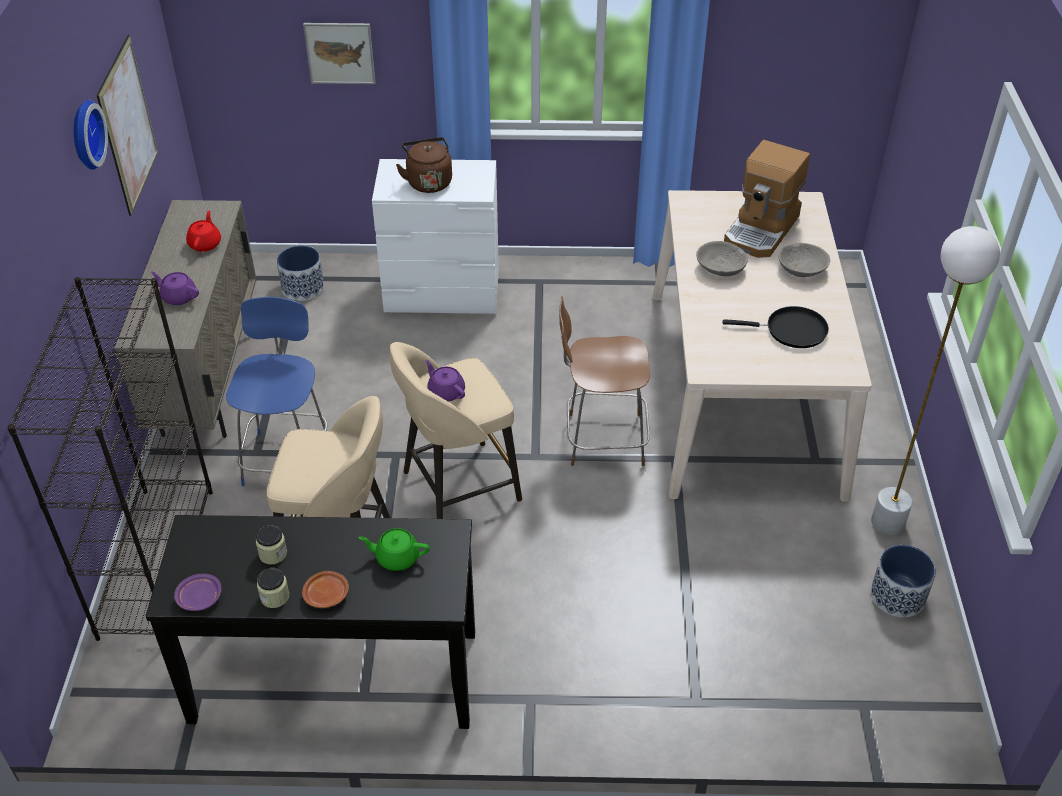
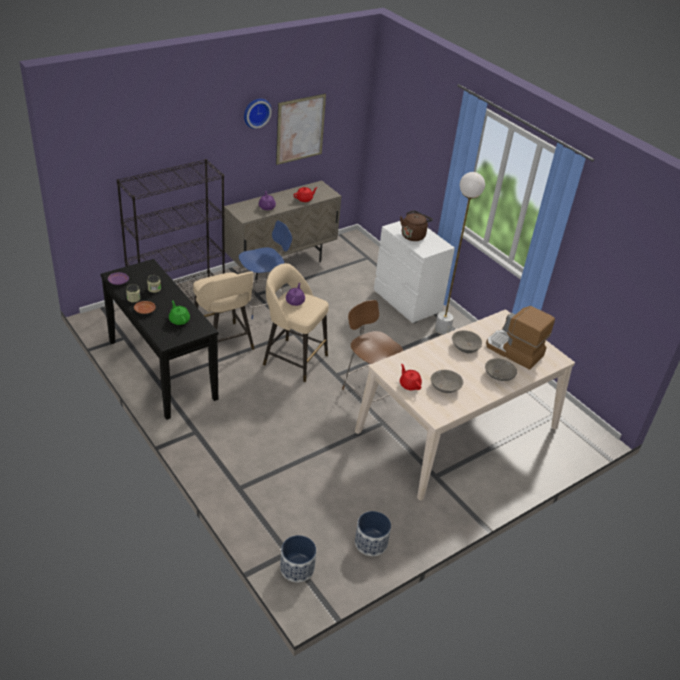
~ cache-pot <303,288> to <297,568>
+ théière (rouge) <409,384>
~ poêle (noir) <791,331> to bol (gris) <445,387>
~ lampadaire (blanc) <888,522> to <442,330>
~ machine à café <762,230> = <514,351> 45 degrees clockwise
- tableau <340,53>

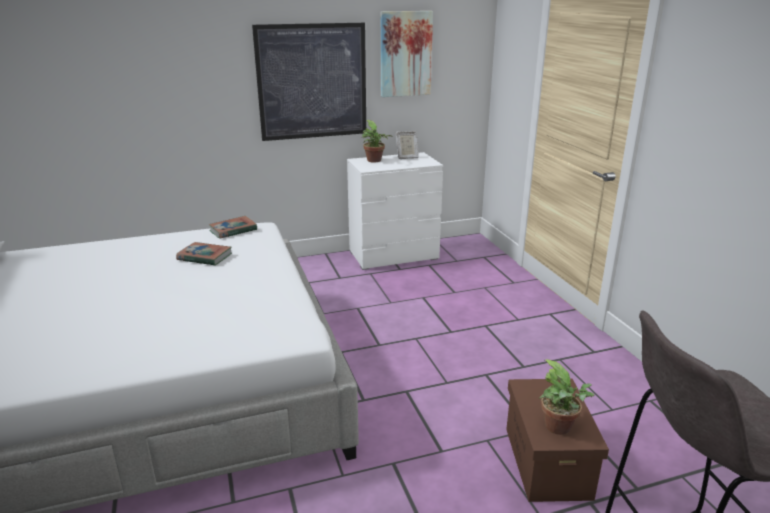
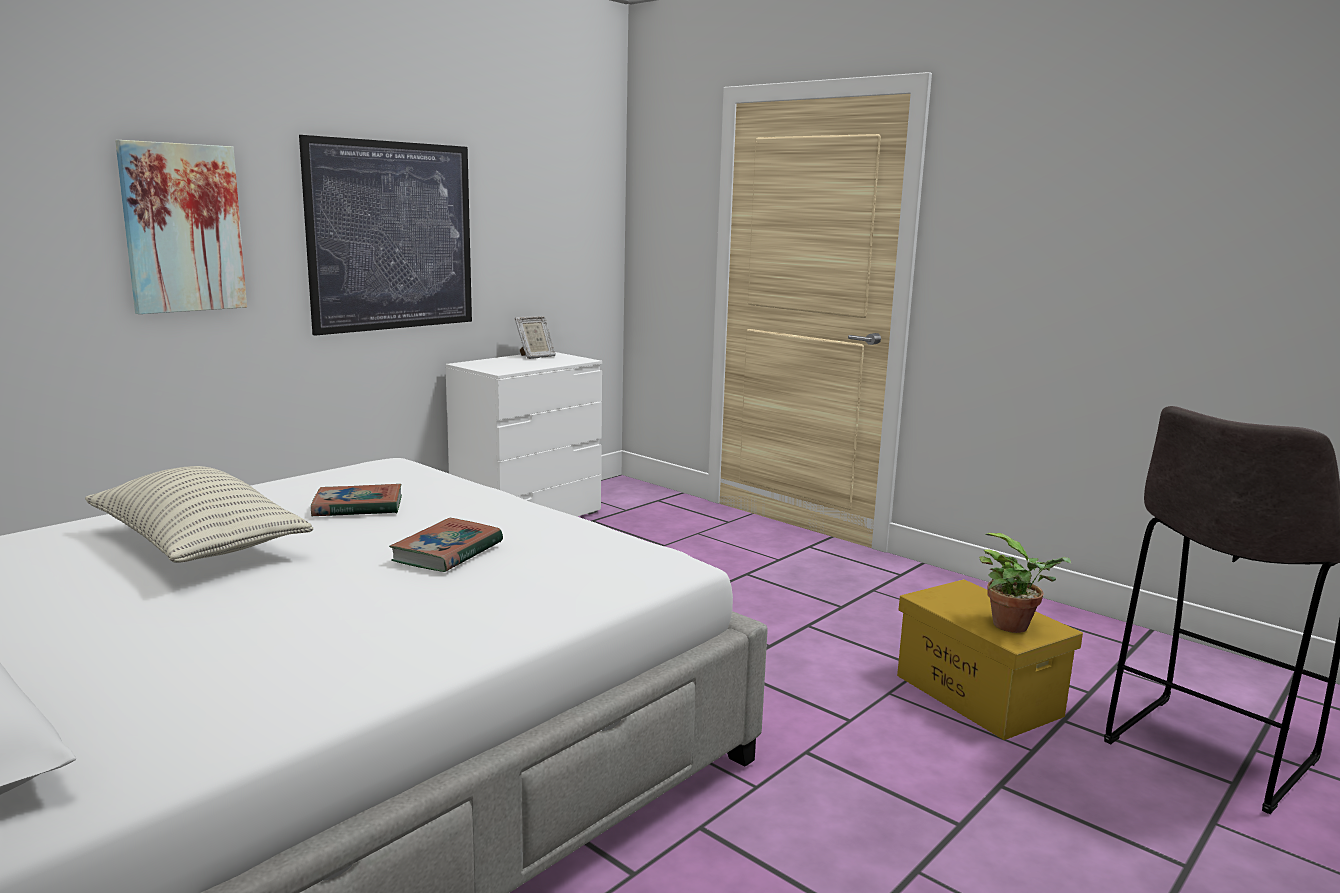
+ coussin <198,546>
~ tableau <405,54> to <183,228>
~ livre <233,230> to <448,552>
~ boîte de rangement (marron) <548,463> to boîte de rangement (jaune) <979,695>
- plante en pot <375,161>

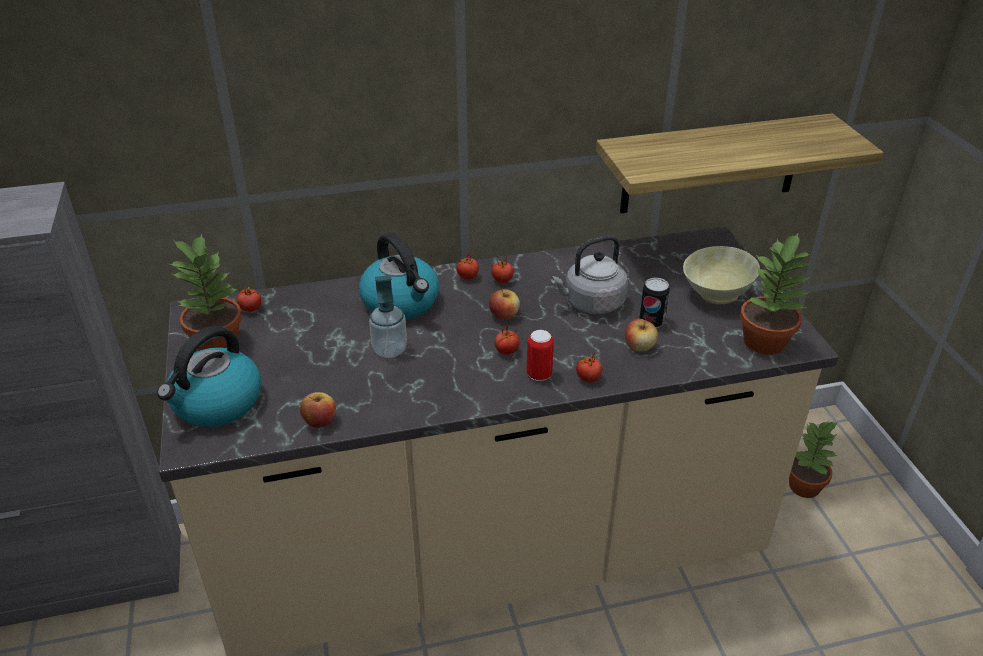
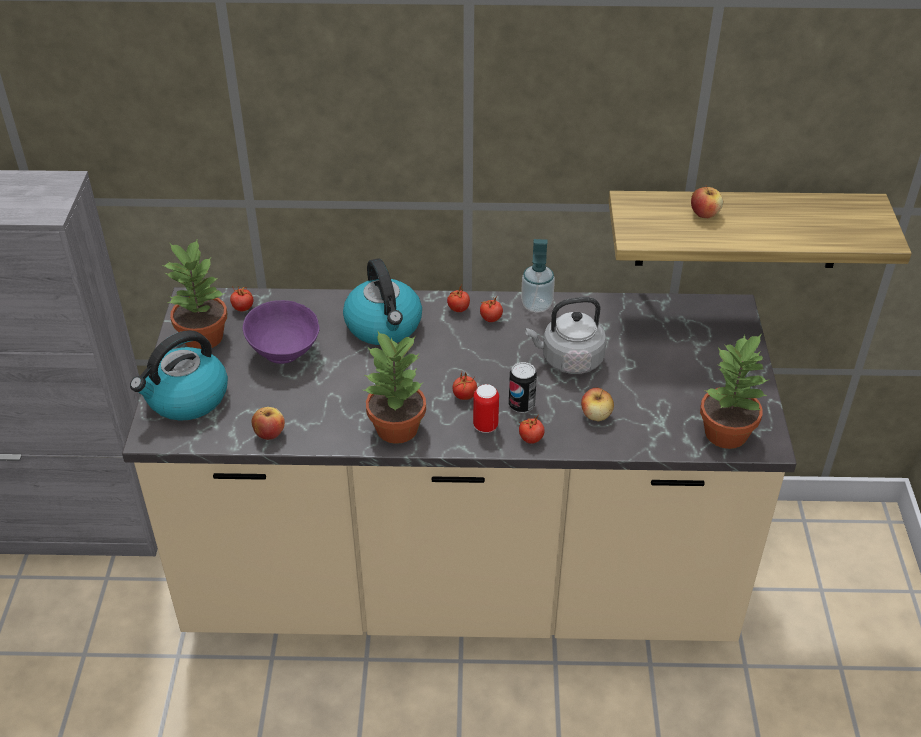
+ bol (violet) <283,353>
~ plante en pot <805,487> to <397,429>
~ boîte métallique <651,322> to <521,405>
~ distributeur de savon <390,350> to <536,305>
~ pomme <504,315> to <704,214>
- bol (beige) <715,294>

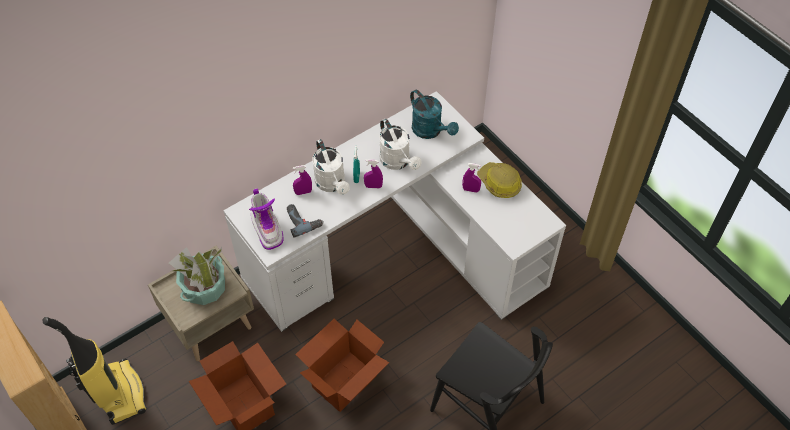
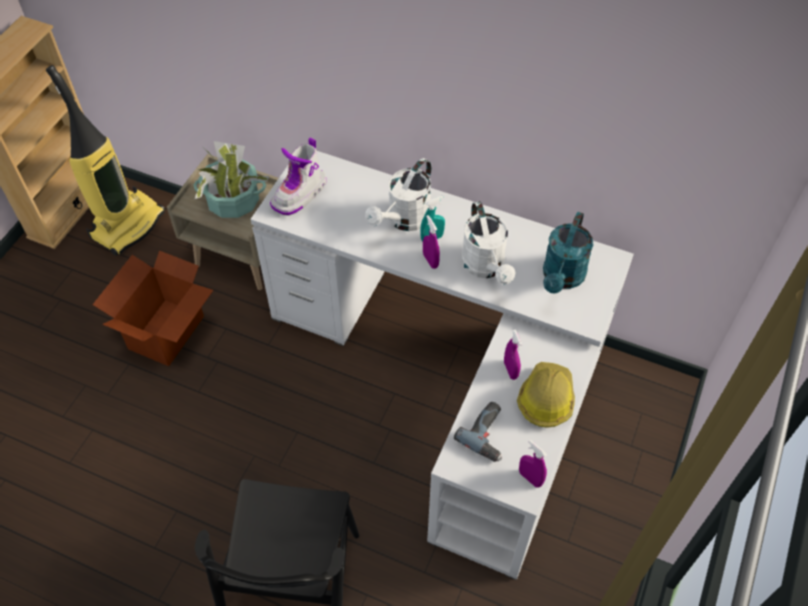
~ perceuse <303,220> to <489,434>
~ arrosoir (blanc) <398,162> = <486,267> 45 degrees counterclockwise
~ vaporisateur (violet) <303,192> to <530,478>
- carton <344,381>

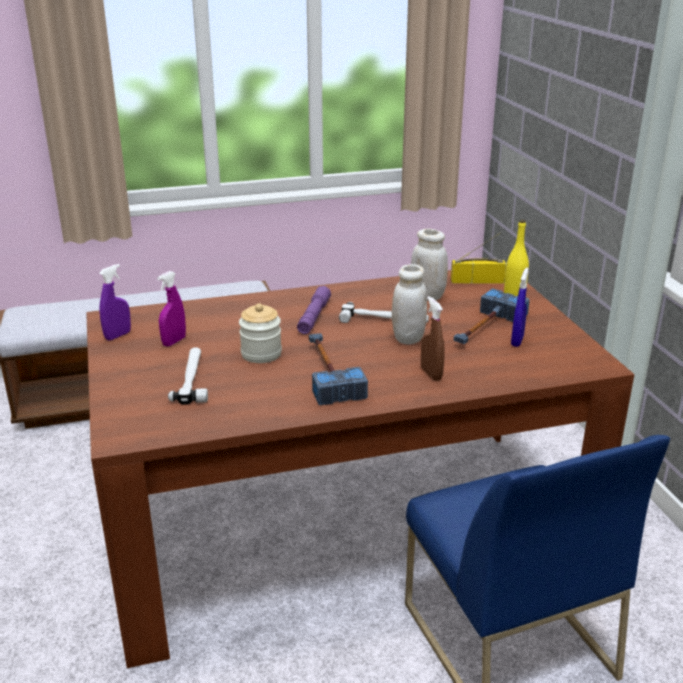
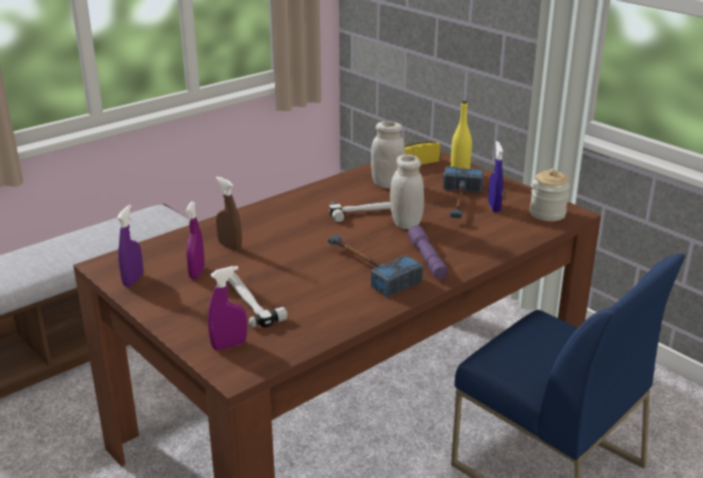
+ vaporisateur (violet) <229,345>
~ vaporisateur (marron) <431,374> to <230,246>
~ lampe de poche (violet) <314,317> to <427,259>
~ bocal <261,354> to <547,214>

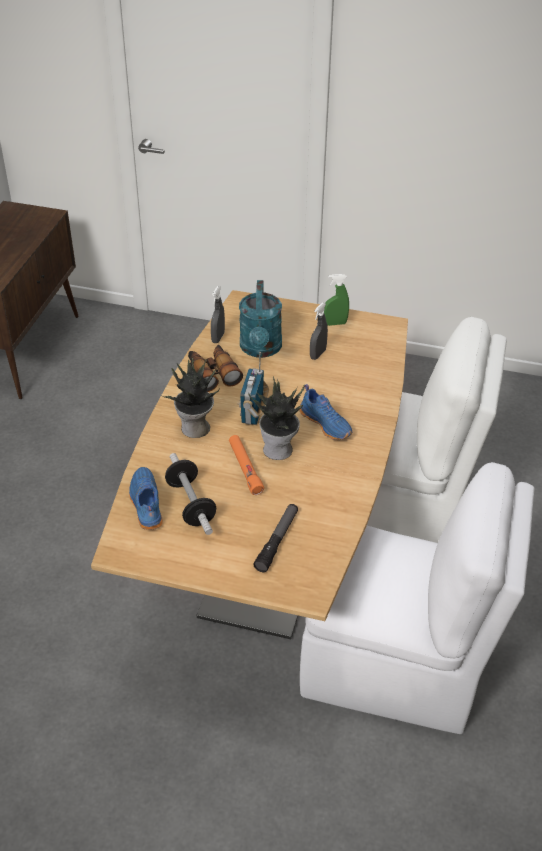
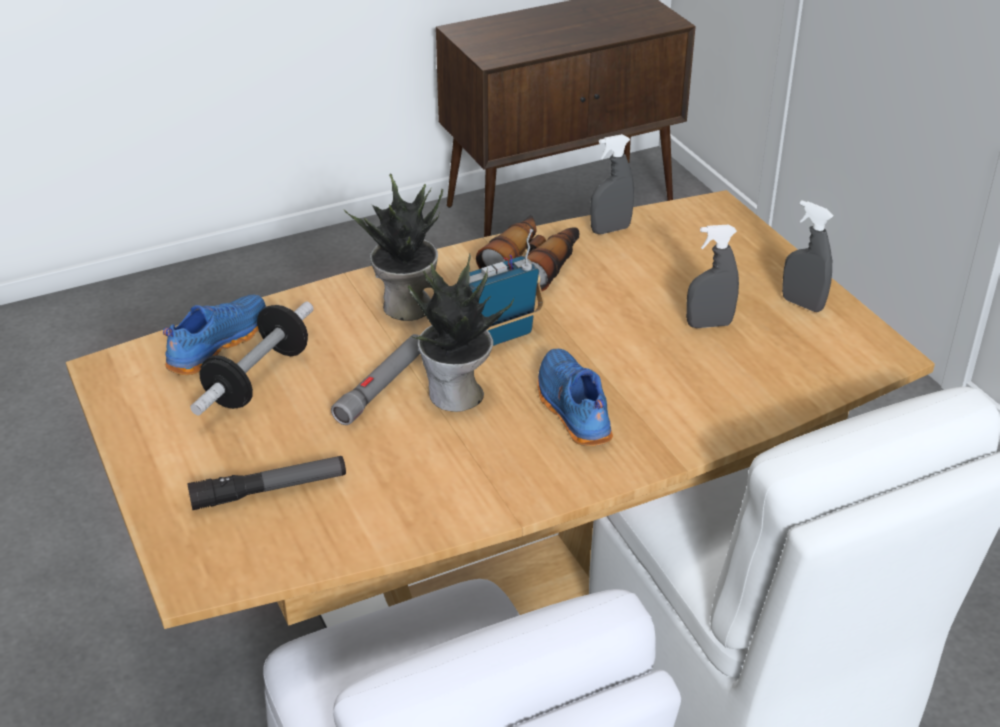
~ lampe de poche (orange) <245,468> to lampe de poche (gris) <382,386>
~ chaussure (bleu) <326,423> = <571,409> 150 degrees clockwise
~ vaporisateur (vert) <335,323> to vaporisateur (gris) <802,304>
- arrosoir (turquoise) <261,349>

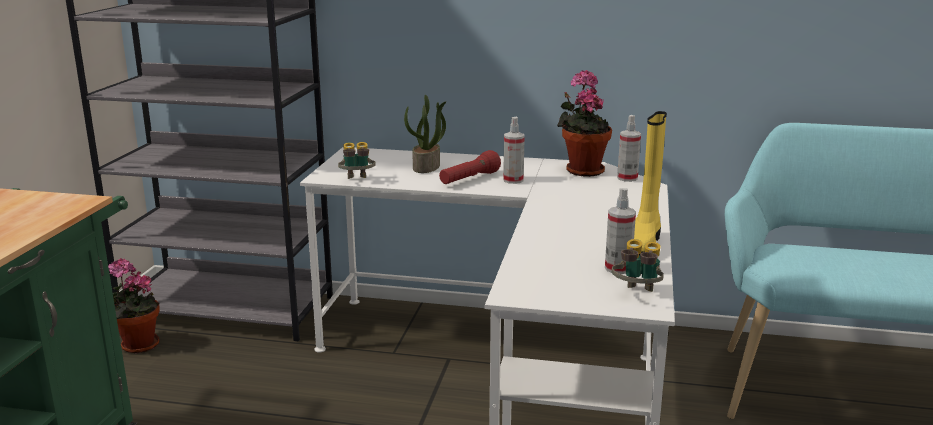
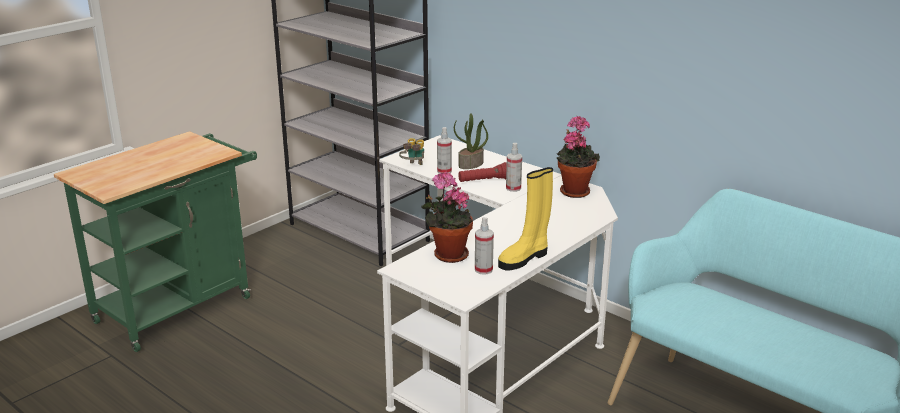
~ plante en pot <136,346> to <447,255>
~ vaporisateur <627,178> to <444,171>
- jumelles <637,294>

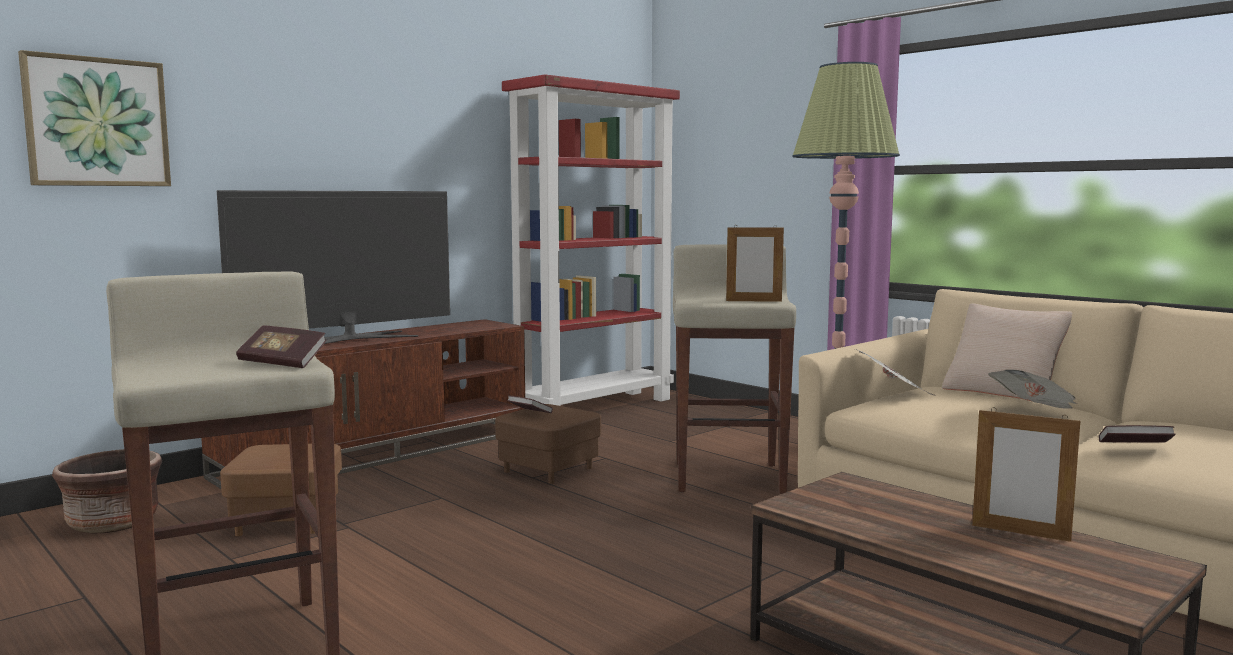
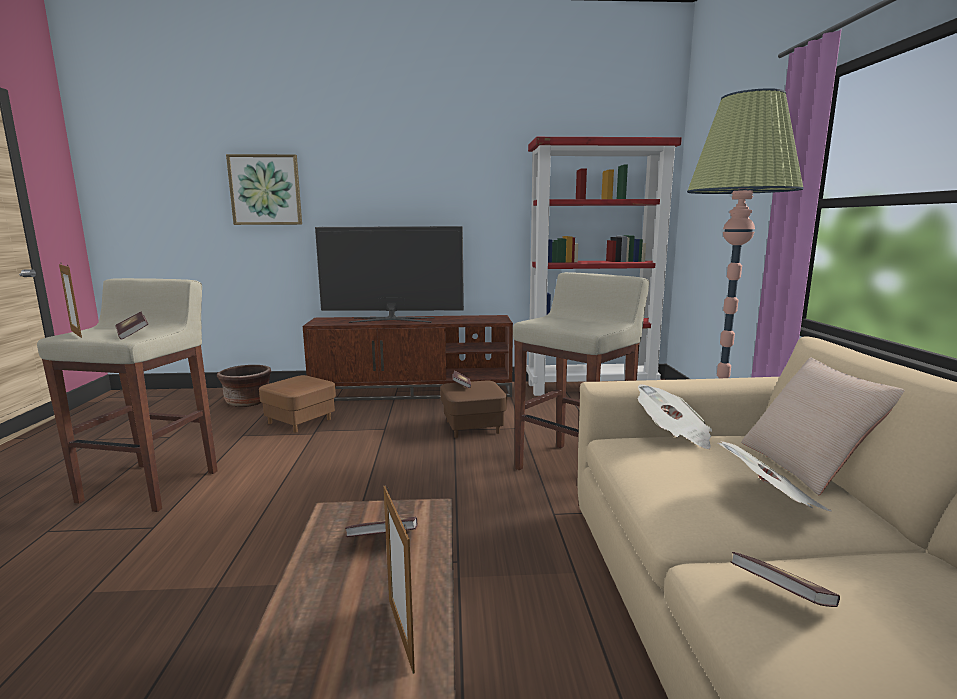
~ cadre photo <753,301> to <76,334>
+ livre <383,540>

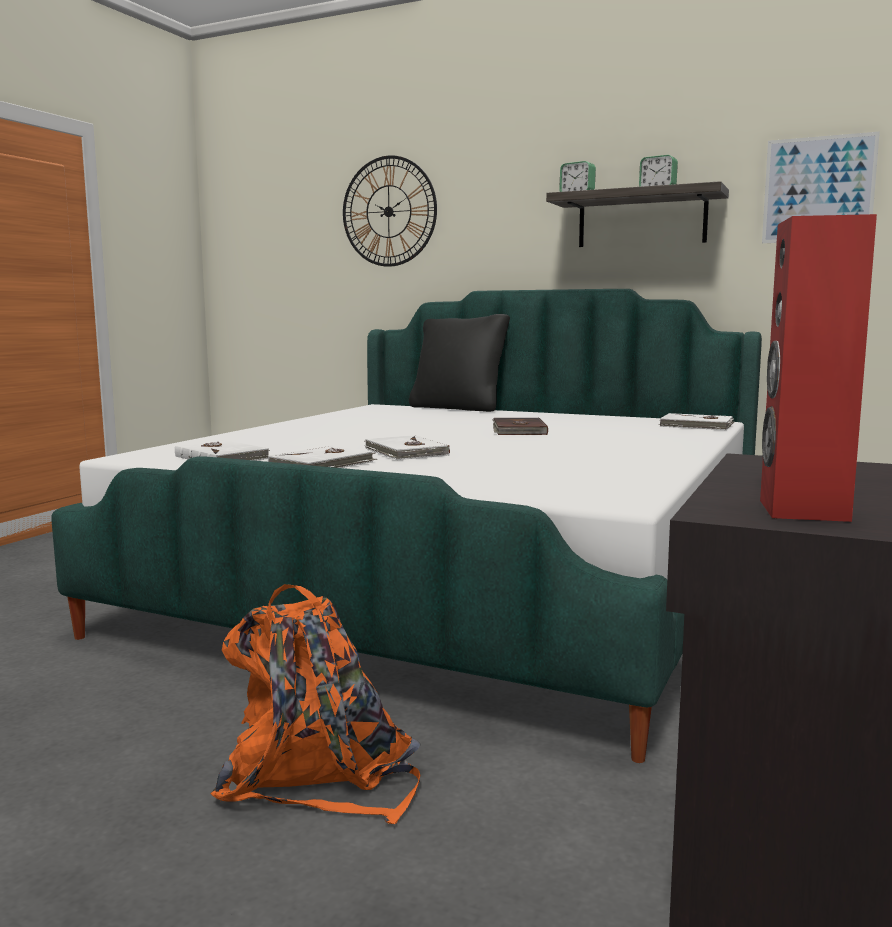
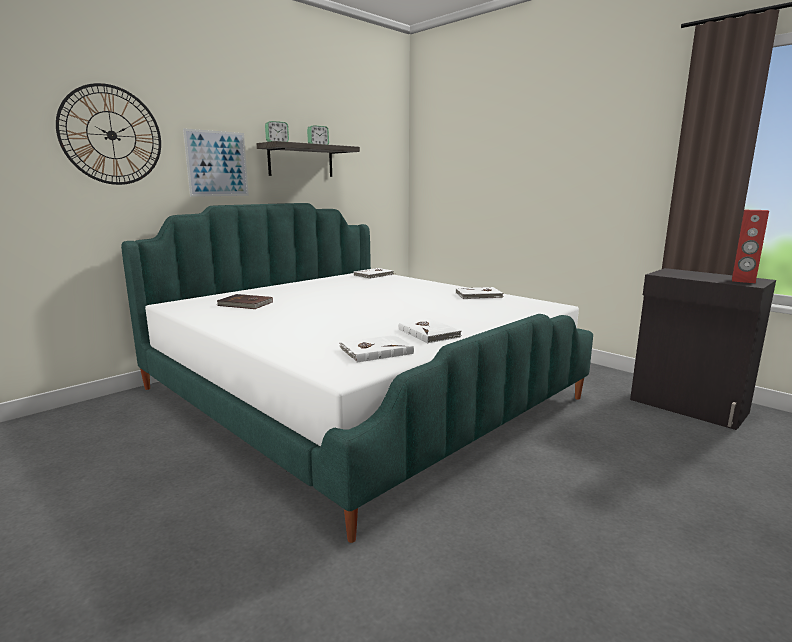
~ tableau <818,189> to <217,164>
~ livre (marron) <518,430> to <245,304>
~ livre (blanc) <405,452> to <479,295>
- sac à dos (orange) <319,775>
- coussin (noir) <458,408>

